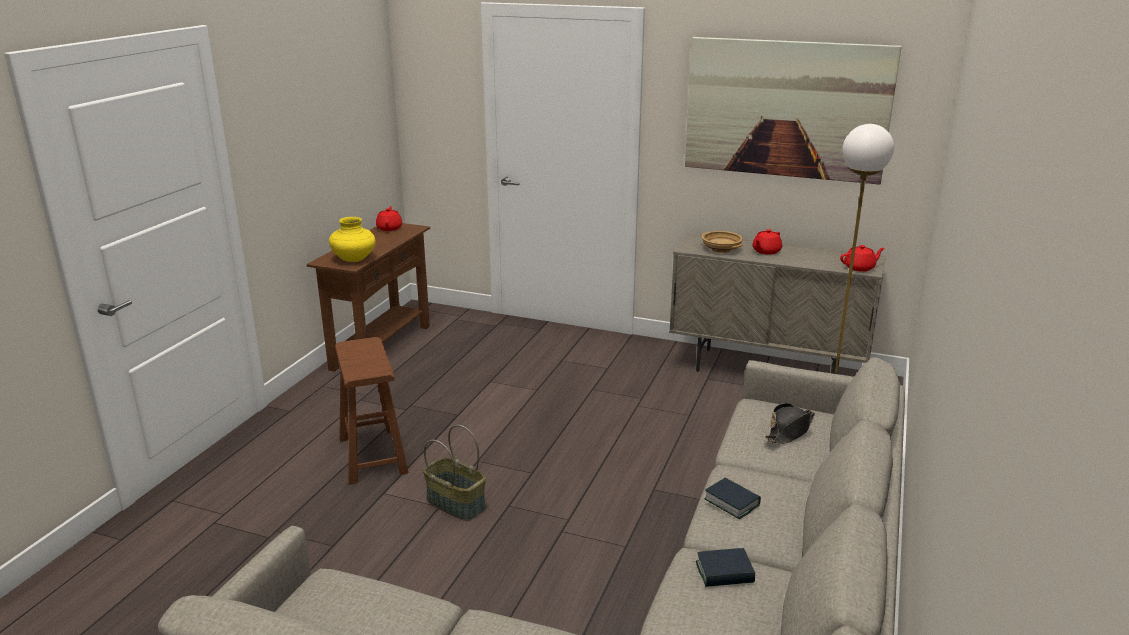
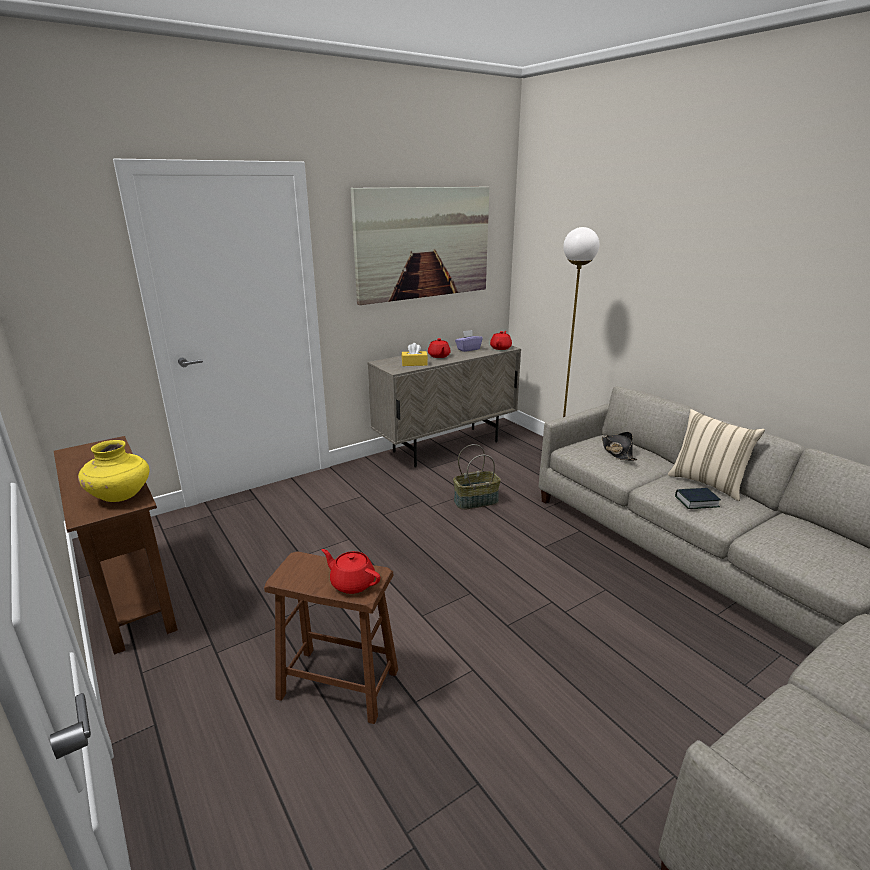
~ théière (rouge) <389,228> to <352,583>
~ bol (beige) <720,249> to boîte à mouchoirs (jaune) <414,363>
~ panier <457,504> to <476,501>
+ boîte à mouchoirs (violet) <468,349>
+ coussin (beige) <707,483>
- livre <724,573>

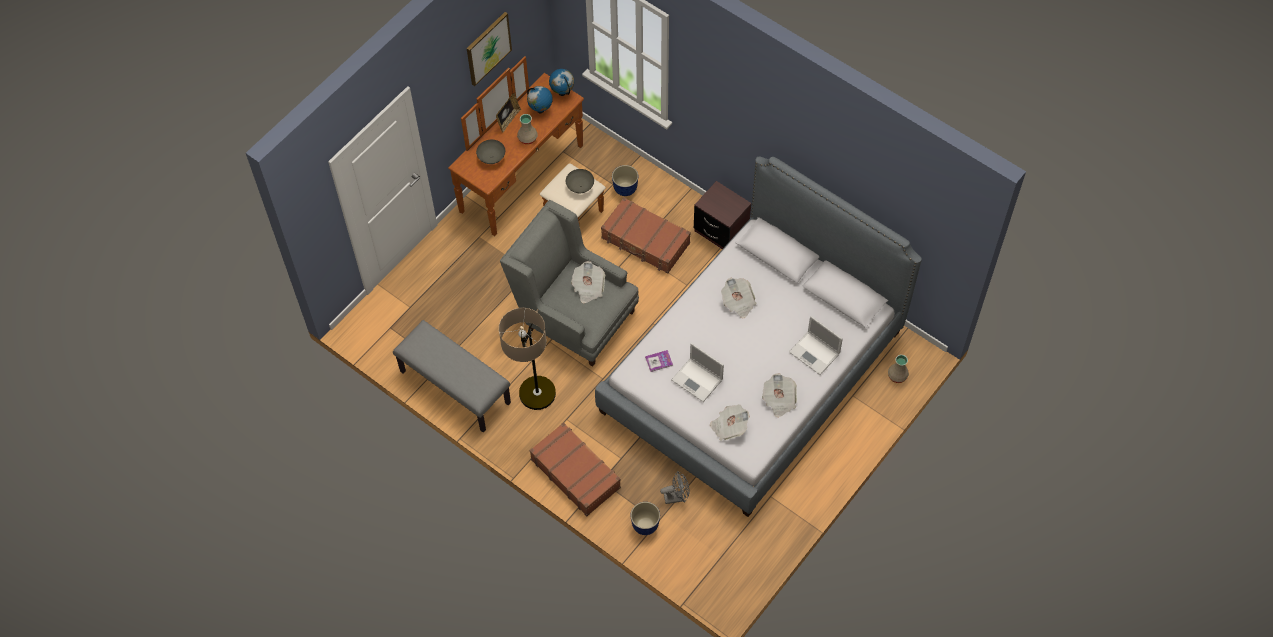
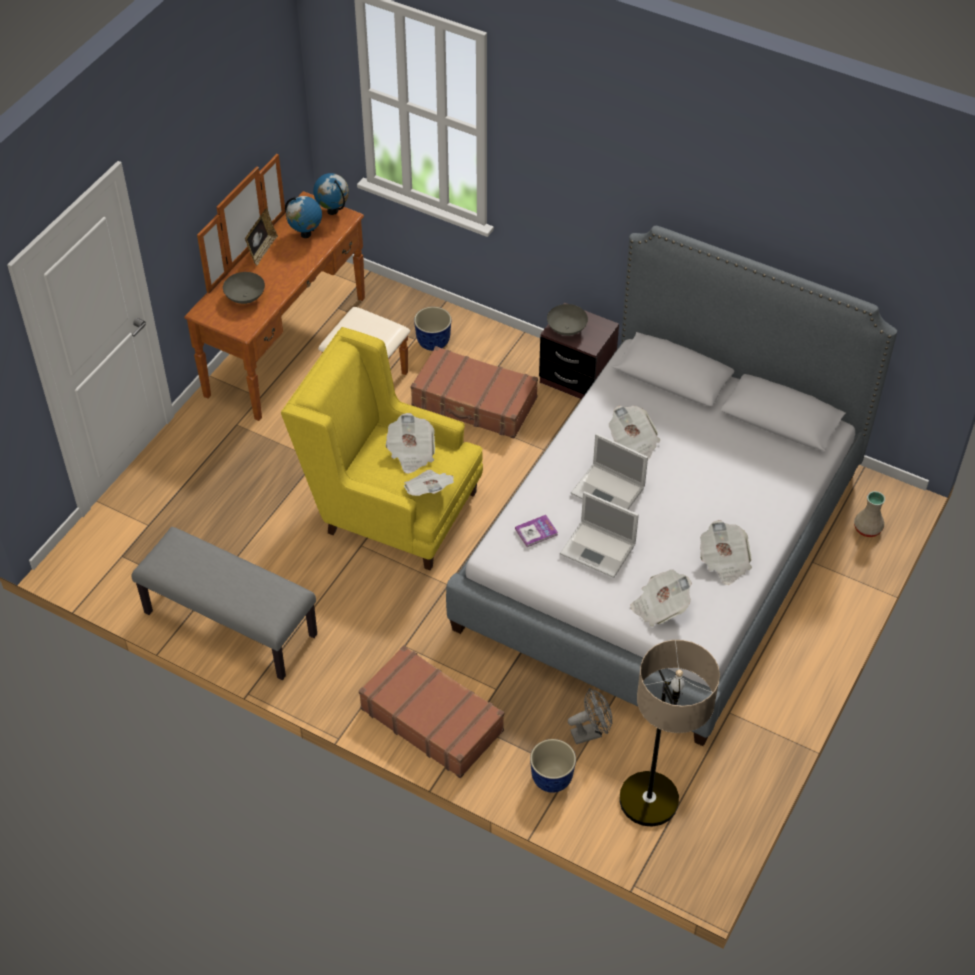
~ fauteuil (gris) <573,316> to fauteuil (jaune) <390,508>
+ journal <429,491>
~ bol (gris) <580,187> to <567,329>
~ ordinateur portable <815,353> to <609,491>
~ lampadaire <535,407> to <651,821>
- tableau <488,48>
- vase (beige) <528,138>

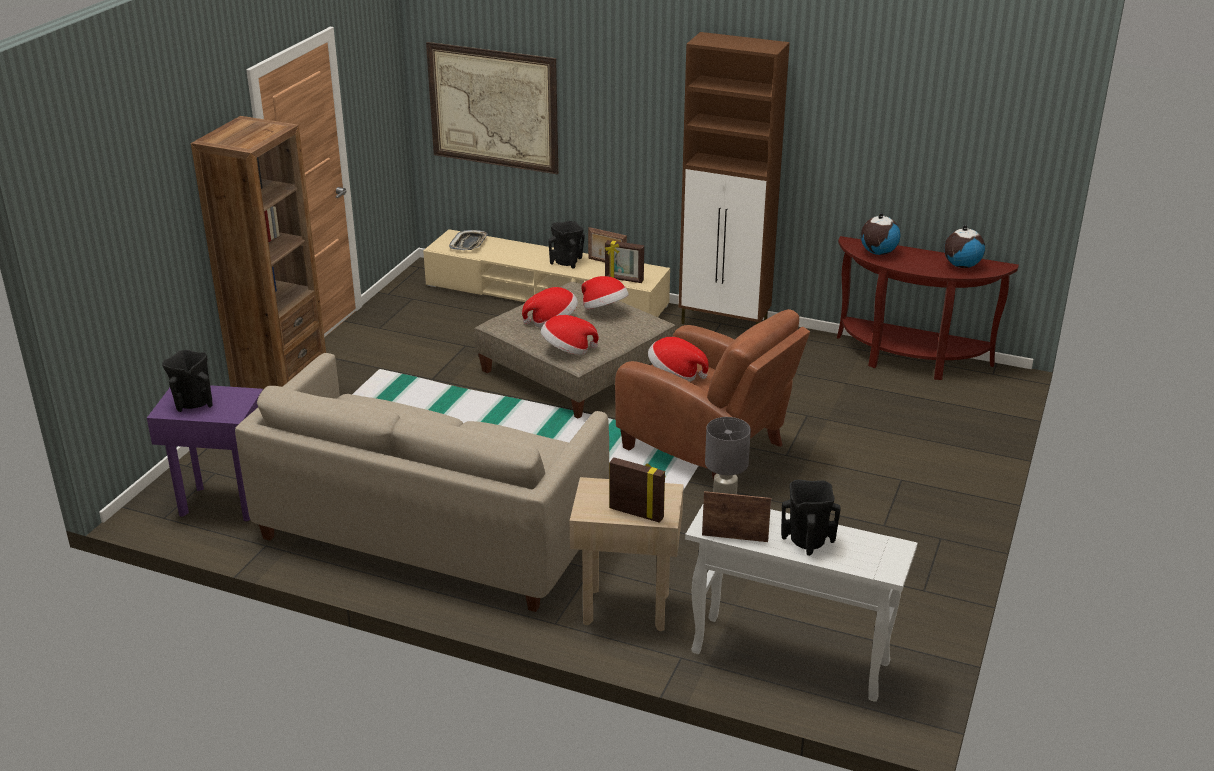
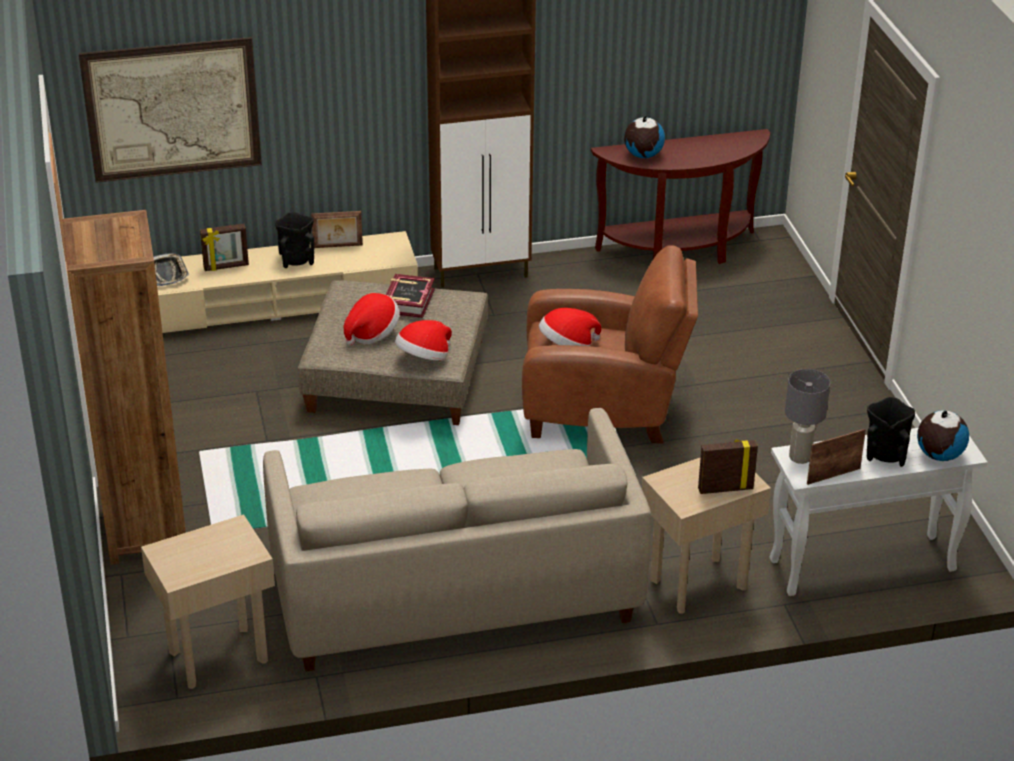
~ table d'appoint (violet) <223,502> to table d'appoint (beige) <217,655>
~ cadre photo <624,279> to <226,267>
~ chapeau <604,310> to livre <408,301>
~ globe <961,265> to <939,455>
- vase (noir) <193,403>

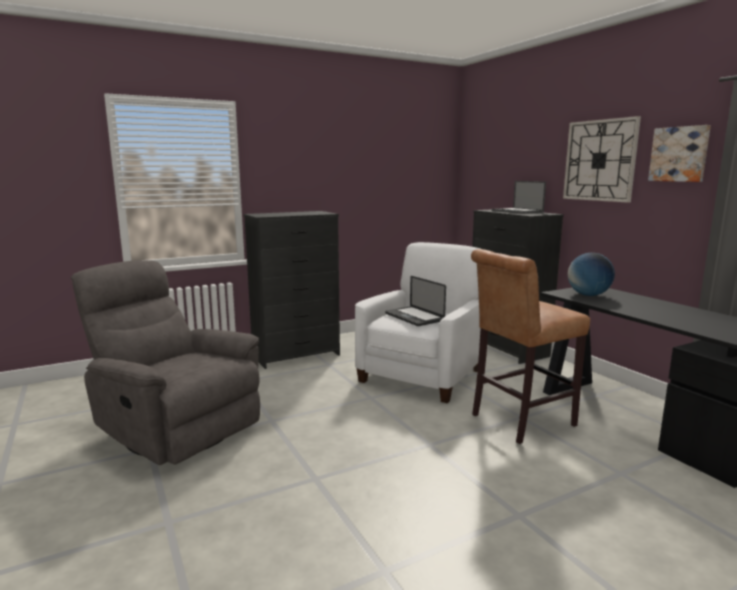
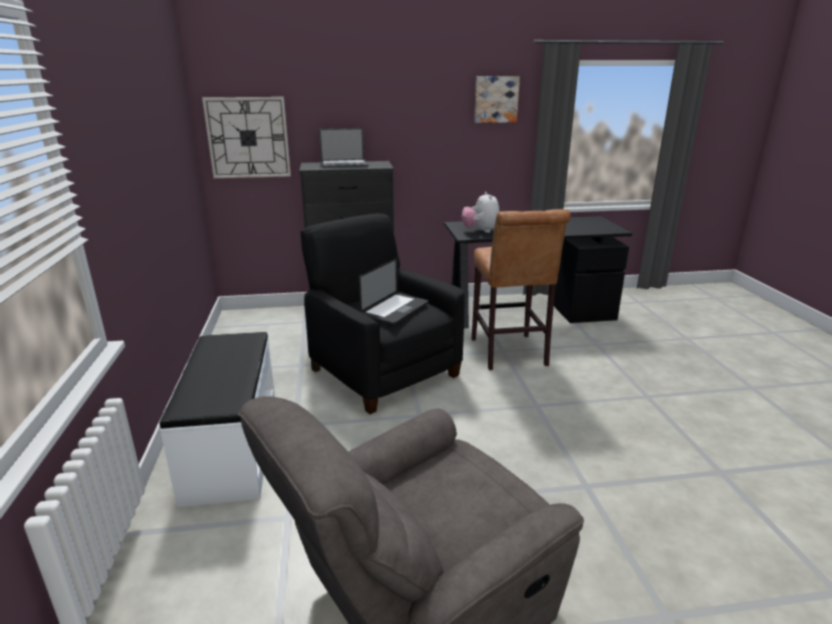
~ commode (noir) <297,355> to banc (blanc) <231,447>
~ horloge murale <600,160> to <248,138>
~ fauteuil (blanc) <422,375> to fauteuil (noir) <383,371>
~ ordinateur portable <414,317> = <395,310> 45 degrees counterclockwise
~ globe <588,295> to peluche <480,231>

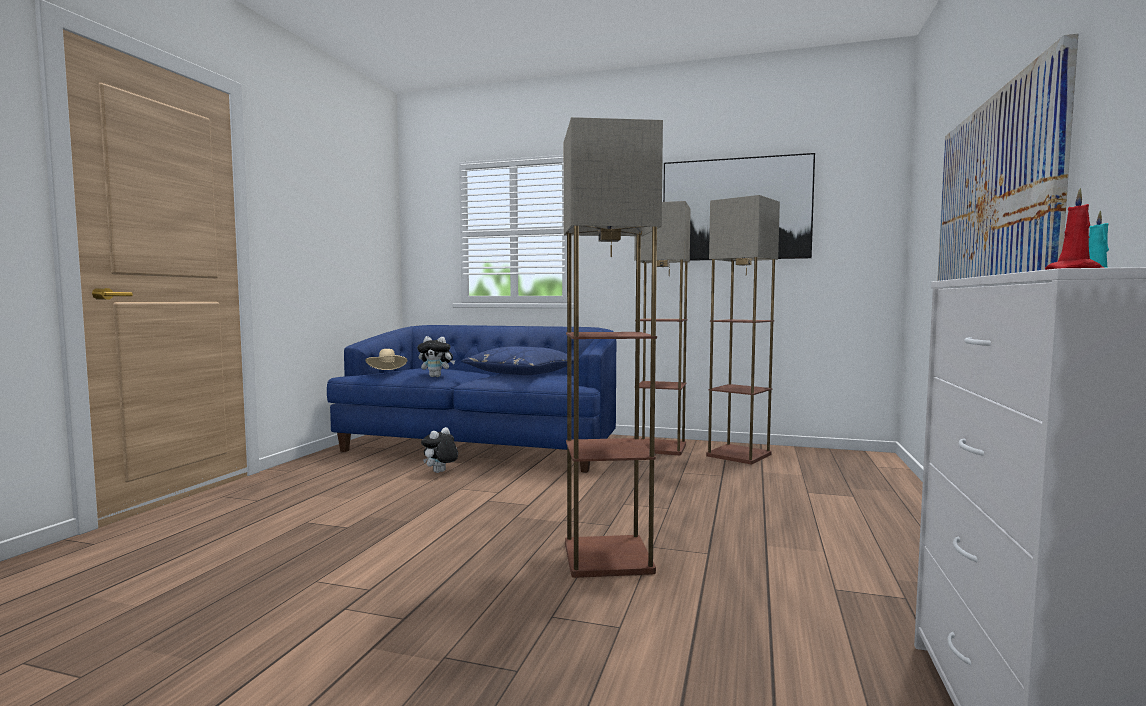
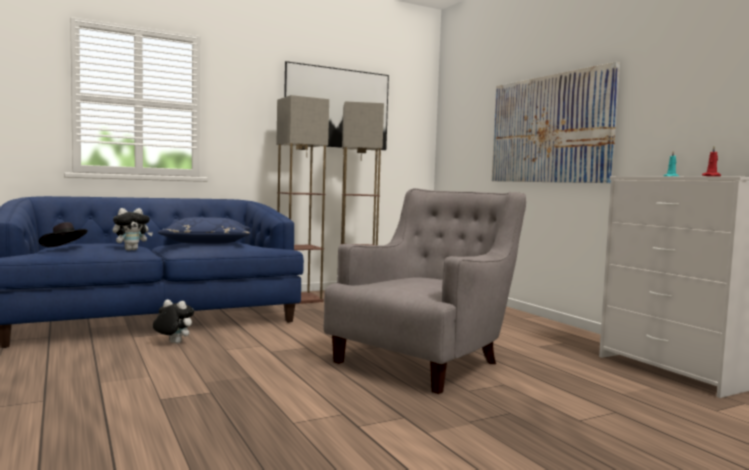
~ chapeau (beige) <387,372> to chapeau (noir) <64,248>
~ peluche <440,472> = <172,343> 120 degrees clockwise
~ lampadaire <609,558> to fauteuil (gris) <427,360>

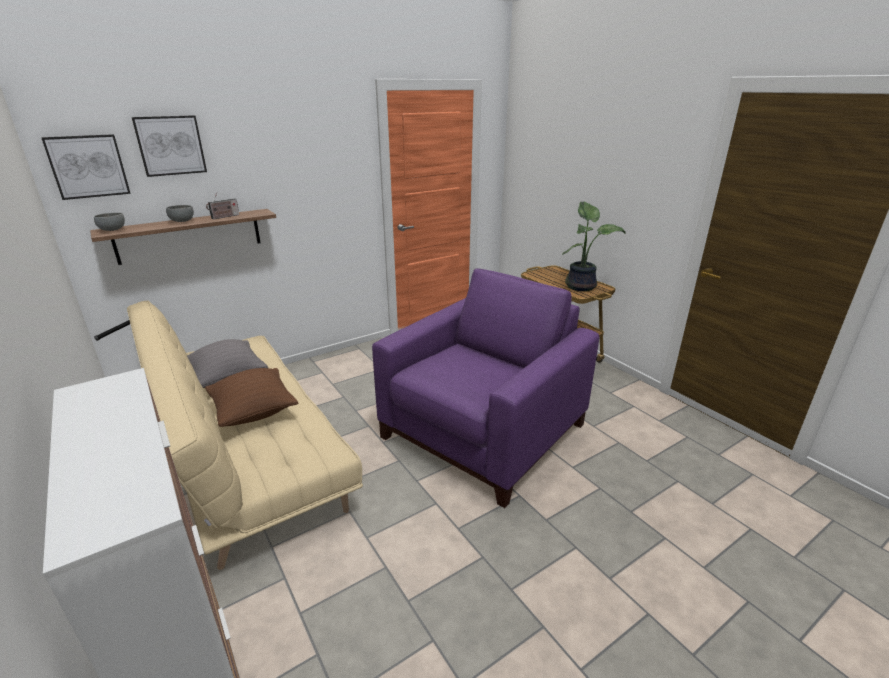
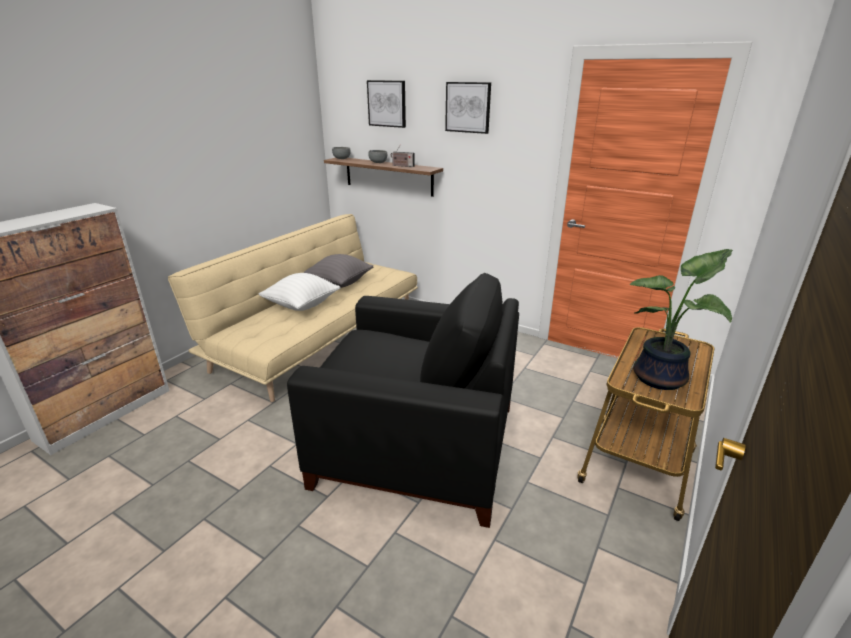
~ coussin (marron) <254,412> to coussin (blanc) <301,305>
~ fauteuil (violet) <483,432> to fauteuil (noir) <415,444>
~ tableau <88,166> to <468,107>

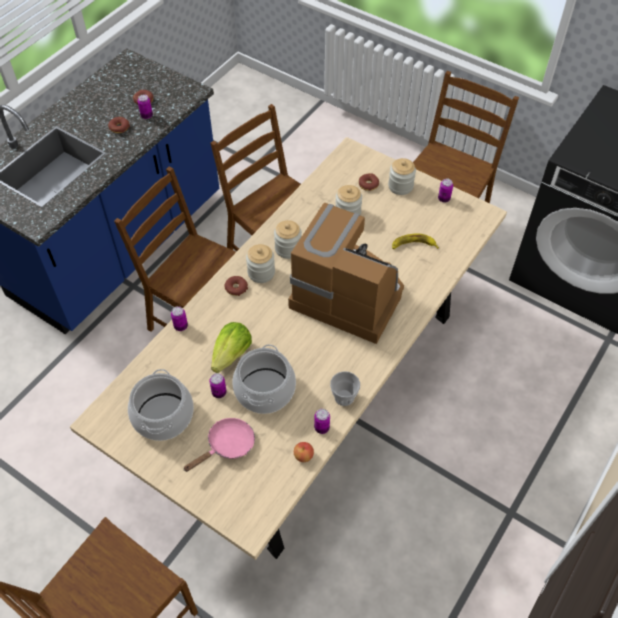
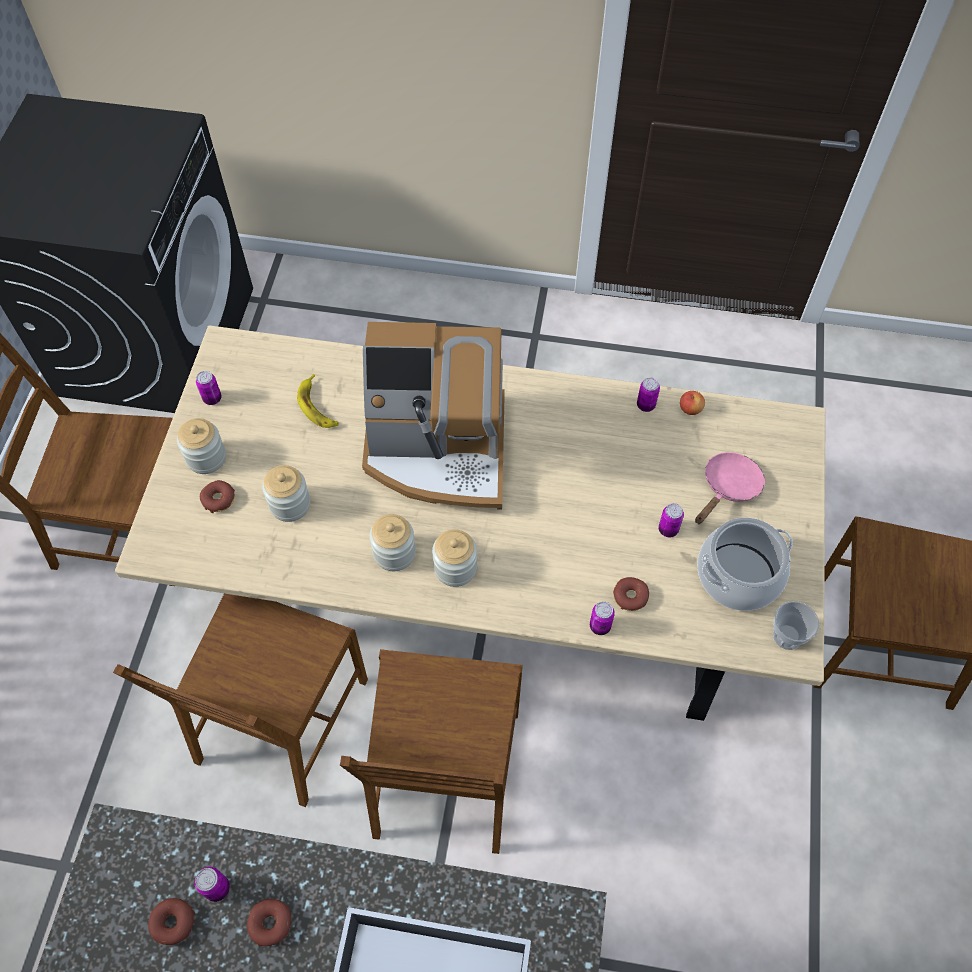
~ machine à café <347,293> = <438,451> 90 degrees counterclockwise
~ beignet <236,288> to <630,597>
~ poêle (rose) <227,445> = <728,488> 105 degrees clockwise
~ tasse <344,397> to <787,636>
- laitue <232,355>
- marmite <265,390>

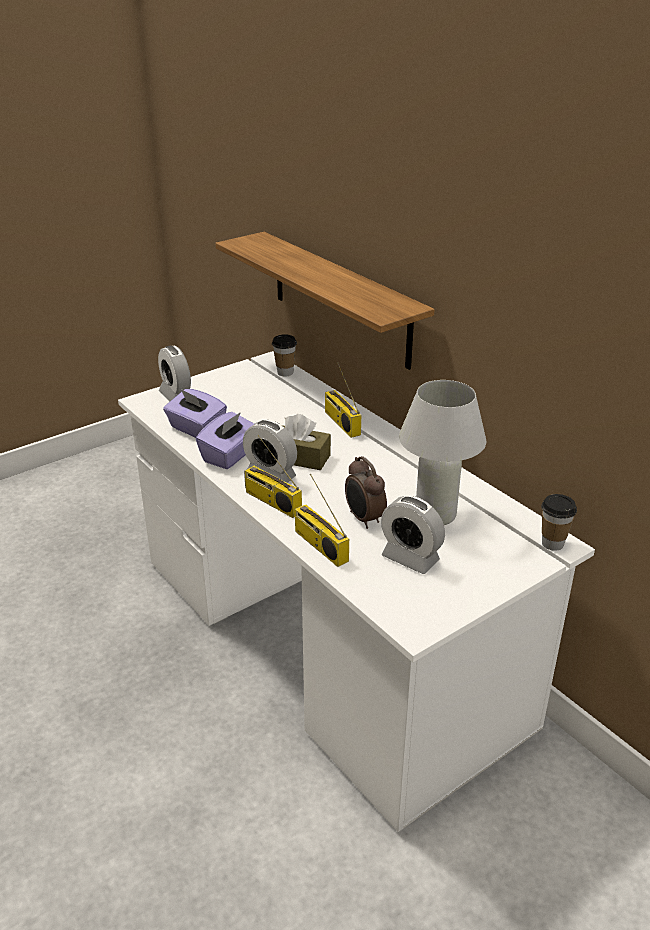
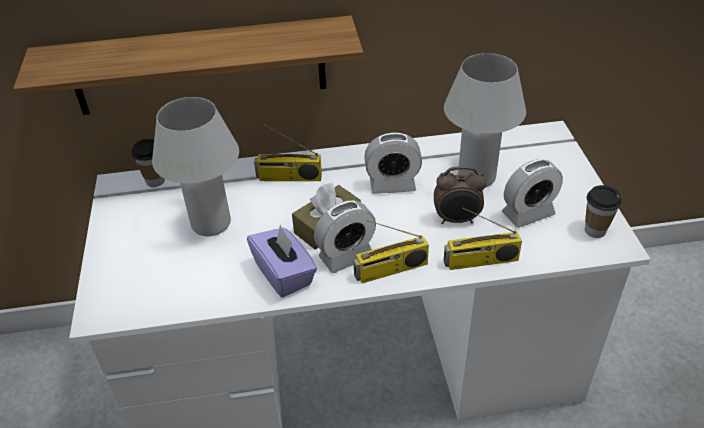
+ lampe de table (blanc) <211,224>
~ réveil <177,396> to <392,185>
~ tasse <552,543> to <595,231>
- boîte à mouchoirs (violet) <196,429>

